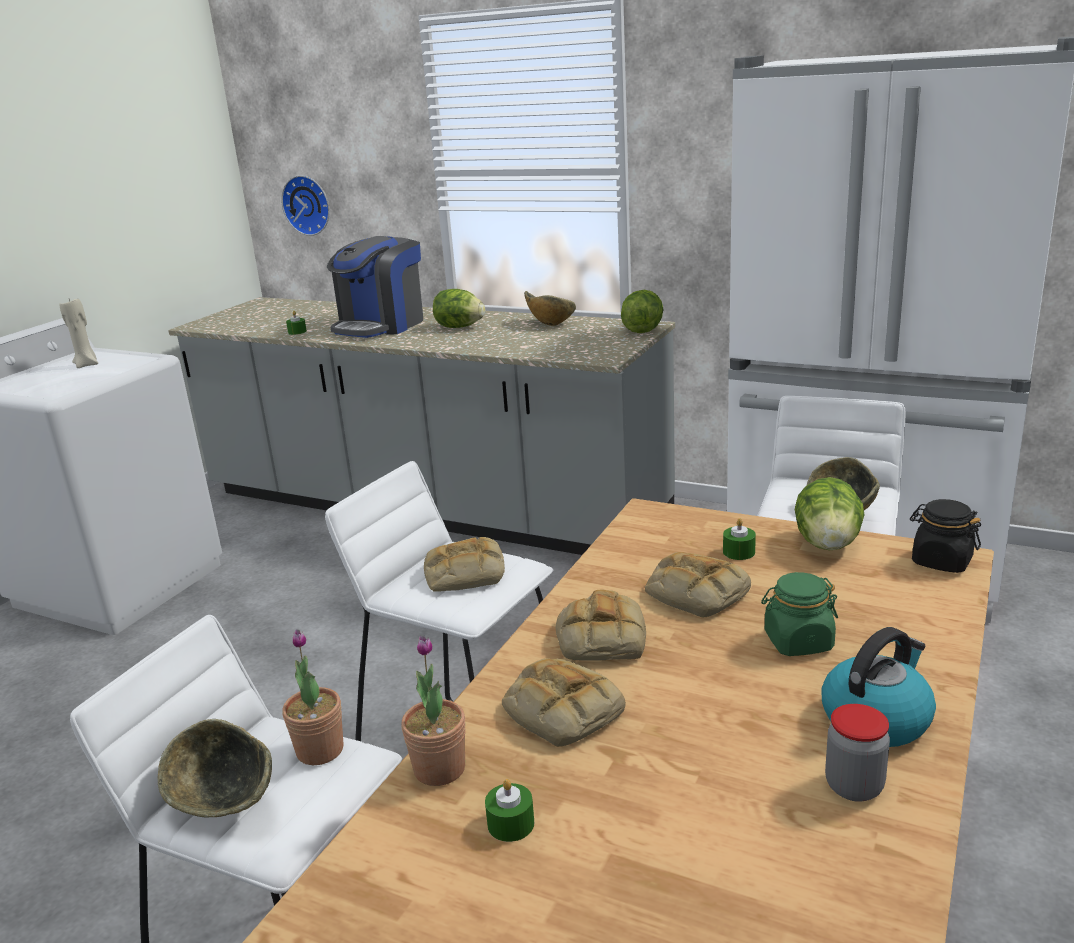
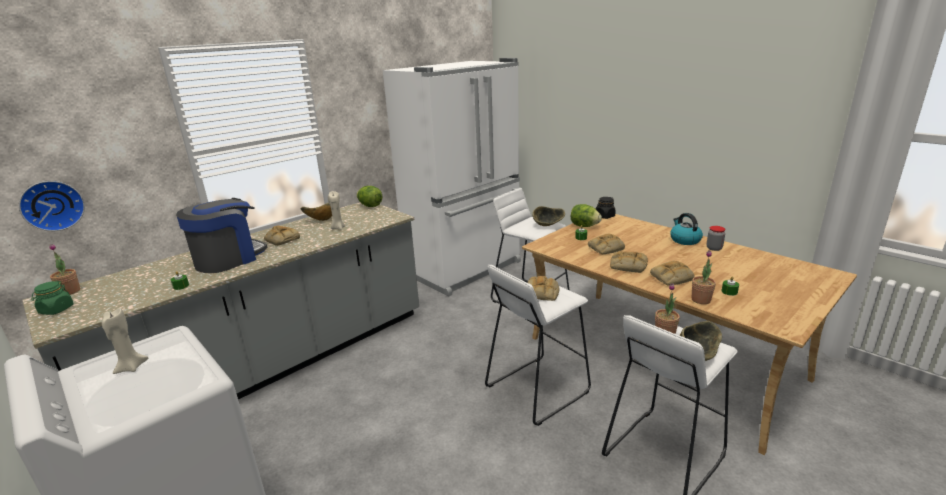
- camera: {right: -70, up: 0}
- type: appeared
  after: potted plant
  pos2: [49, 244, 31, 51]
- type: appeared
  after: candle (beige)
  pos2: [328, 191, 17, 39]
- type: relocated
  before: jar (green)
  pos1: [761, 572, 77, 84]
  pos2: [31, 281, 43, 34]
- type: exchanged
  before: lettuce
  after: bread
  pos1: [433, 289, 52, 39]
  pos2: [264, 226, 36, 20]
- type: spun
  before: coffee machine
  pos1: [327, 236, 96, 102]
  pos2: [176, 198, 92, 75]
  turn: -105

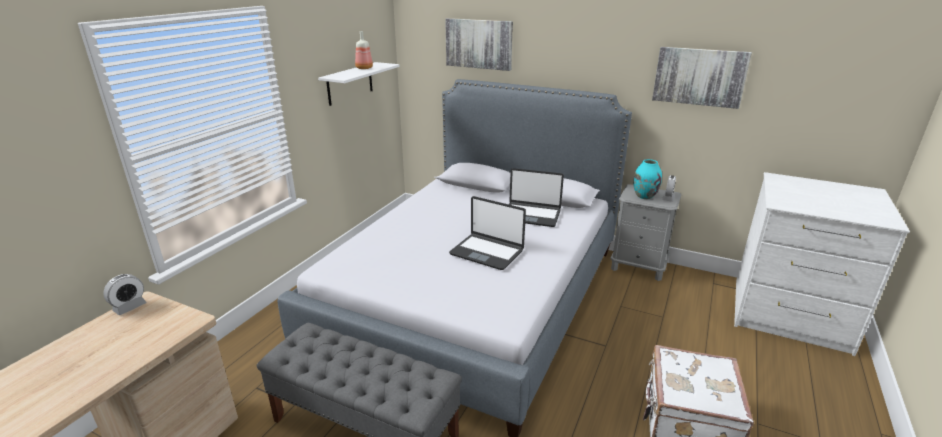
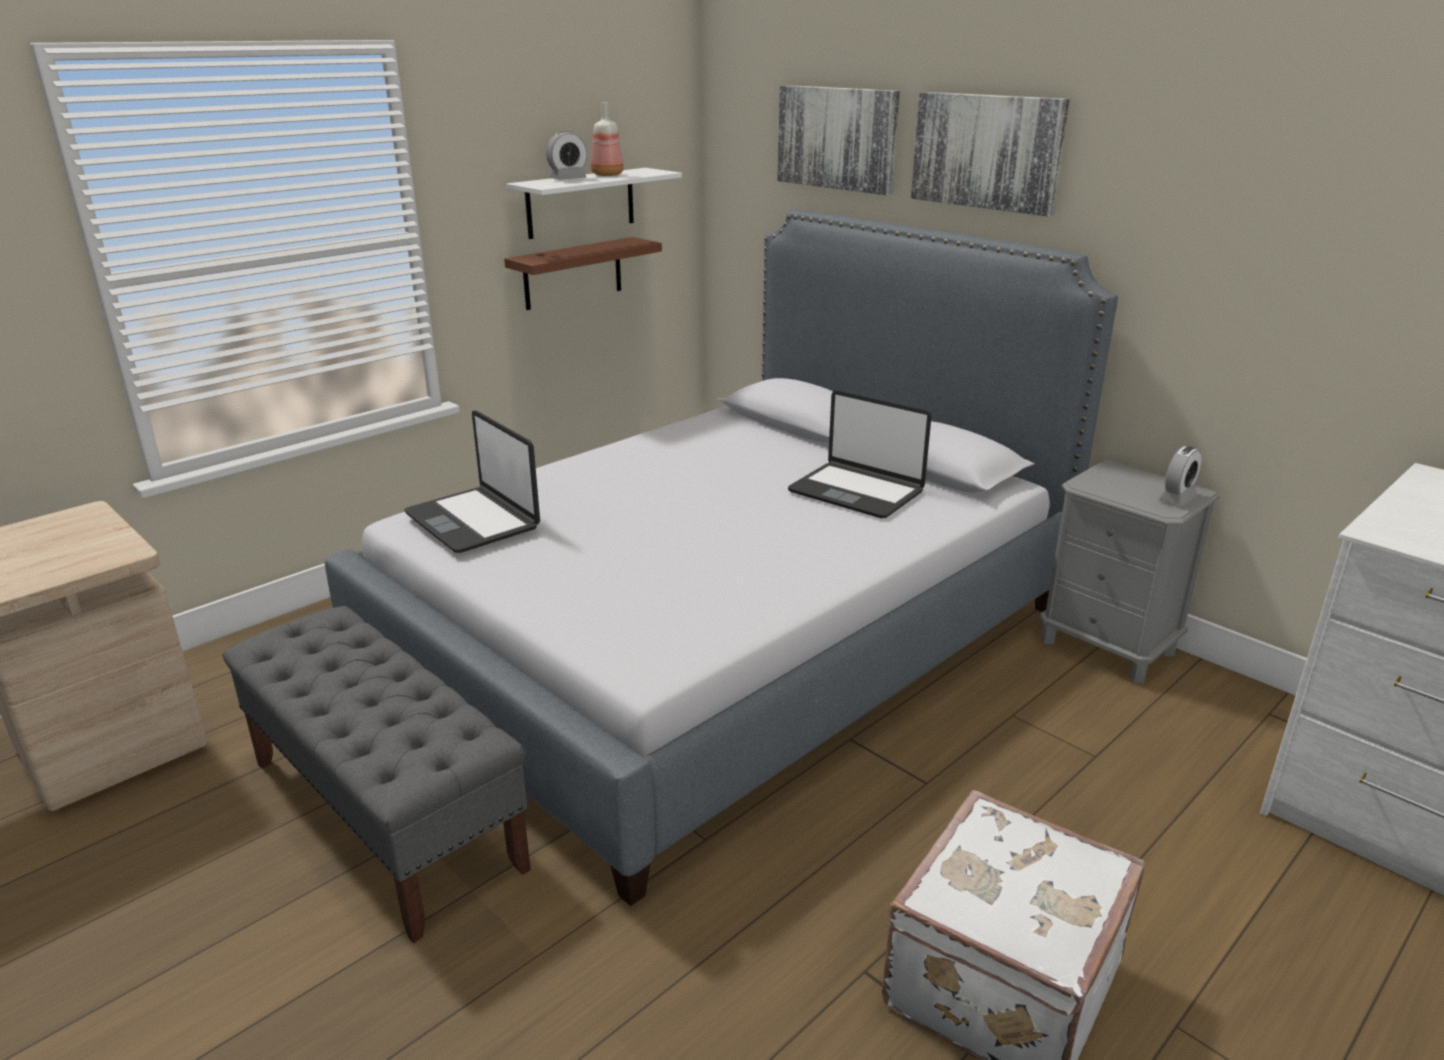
- camera: {right: 20, up: 0}
- type: missing
  before: vase (turquoise)
  pos1: [633, 159, 29, 40]
- type: appeared
  after: shelf (brown)
  pos2: [504, 237, 158, 73]
- type: relocated
  before: alarm clock
  pos1: [103, 274, 44, 41]
  pos2: [546, 131, 41, 49]
- type: relocated
  before: laptop
  pos1: [449, 196, 77, 74]
  pos2: [404, 410, 136, 143]
- type: relocated
  before: picture
  pos1: [652, 47, 100, 62]
  pos2: [911, 92, 159, 124]

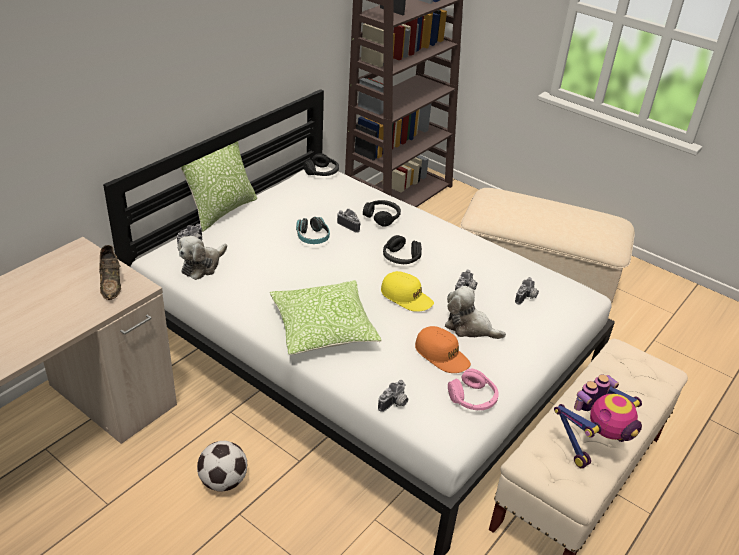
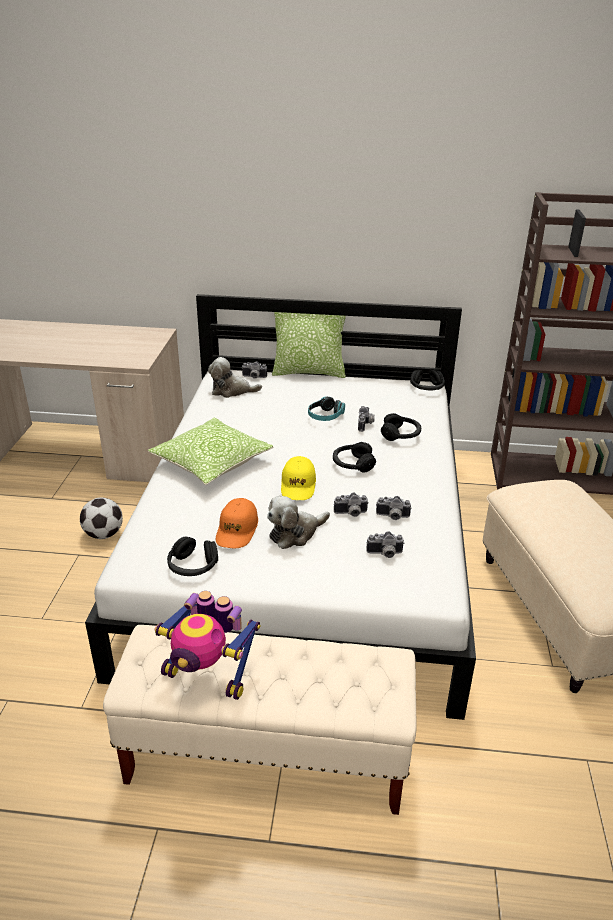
- camera: {right: 60, up: -5}
- type: missing
  before: shoe (brown)
  pos1: [99, 245, 22, 55]
- type: relocated
  before: photo camera
  pos1: [378, 380, 30, 32]
  pos2: [376, 496, 35, 24]
- type: colour
  before: headphones (pink)
  after: headphones (black)
  pos1: [448, 369, 51, 41]
  pos2: [167, 536, 51, 40]
- type: spun
  before: plush toy
  pos1: [445, 286, 61, 53]
  pos2: [267, 496, 63, 53]
  turn: -120

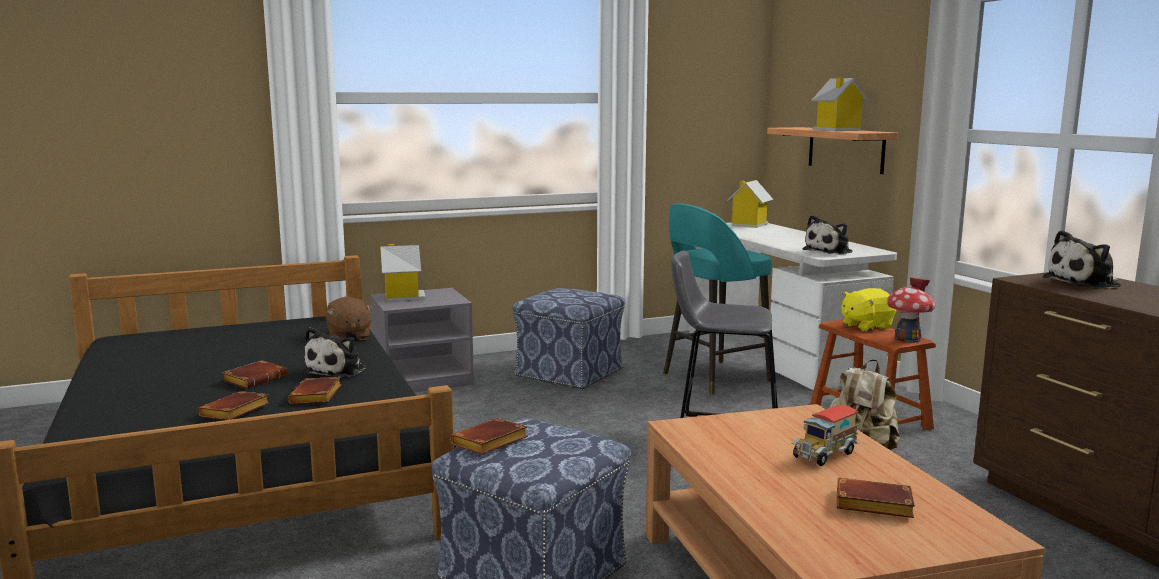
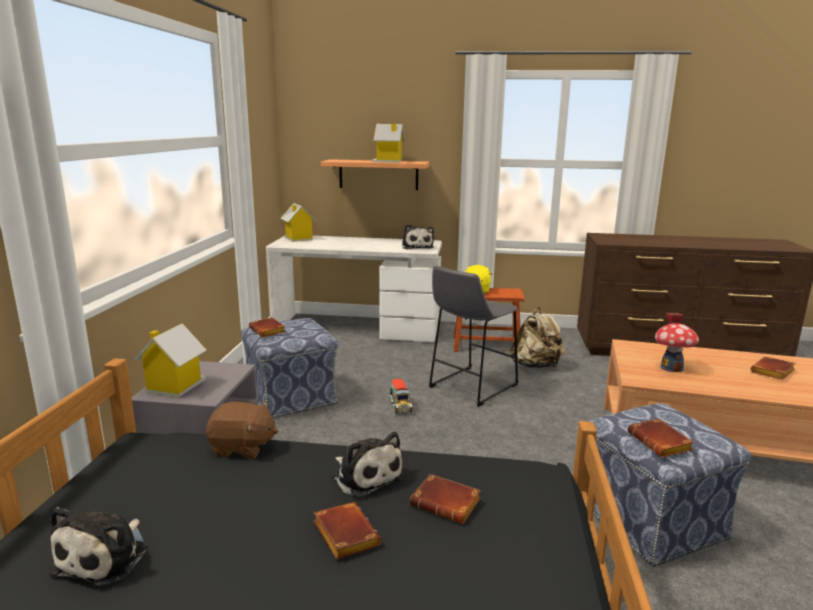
- camera: {right: -60, up: 5}
- type: missing
  before: stool (turquoise)
  pos1: [663, 203, 109, 192]
- type: relocated
  before: book (brown)
  pos1: [198, 391, 71, 29]
  pos2: [249, 317, 37, 20]
- type: relocated
  before: toy truck
  pos1: [792, 405, 67, 61]
  pos2: [389, 379, 23, 35]
- type: relocated
  before: toy house
  pos1: [887, 277, 48, 66]
  pos2: [655, 313, 44, 59]
- type: relocated
  before: plush toy
  pos1: [1043, 230, 78, 58]
  pos2: [49, 507, 98, 80]

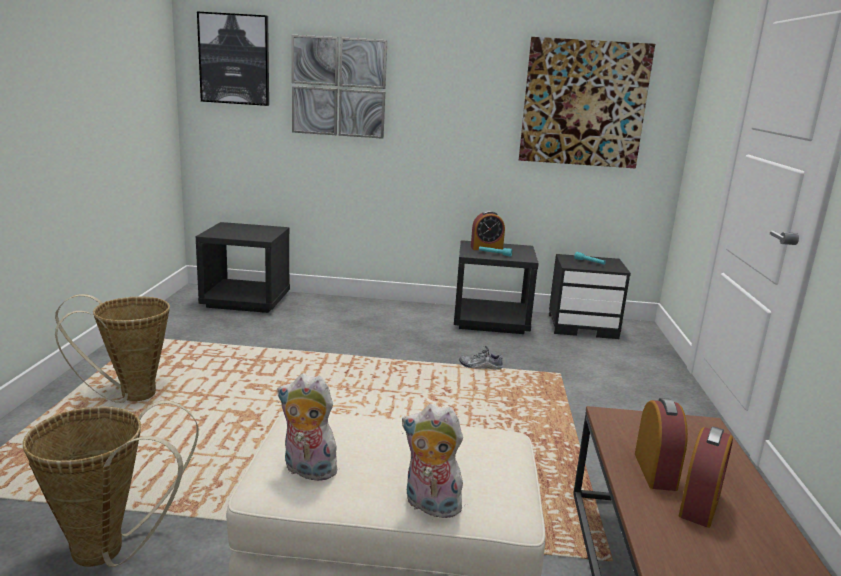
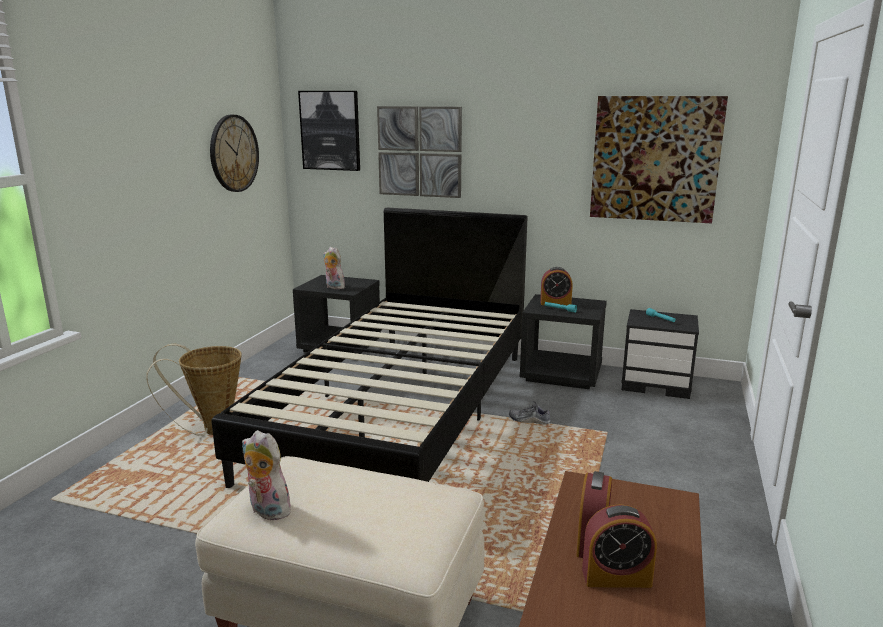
- camera: {right: 15, up: 0}
- type: missing
  before: basket
  pos1: [23, 400, 175, 167]
- type: appeared
  after: wall clock
  pos2: [210, 115, 49, 77]
- type: appeared
  after: bed (black)
  pos2: [211, 208, 316, 280]
- type: relocated
  before: plush toy
  pos1: [402, 404, 63, 114]
  pos2: [323, 247, 22, 42]
- type: spun
  before: alarm clock
  pos1: [679, 427, 54, 101]
  pos2: [582, 504, 75, 84]
  turn: 45

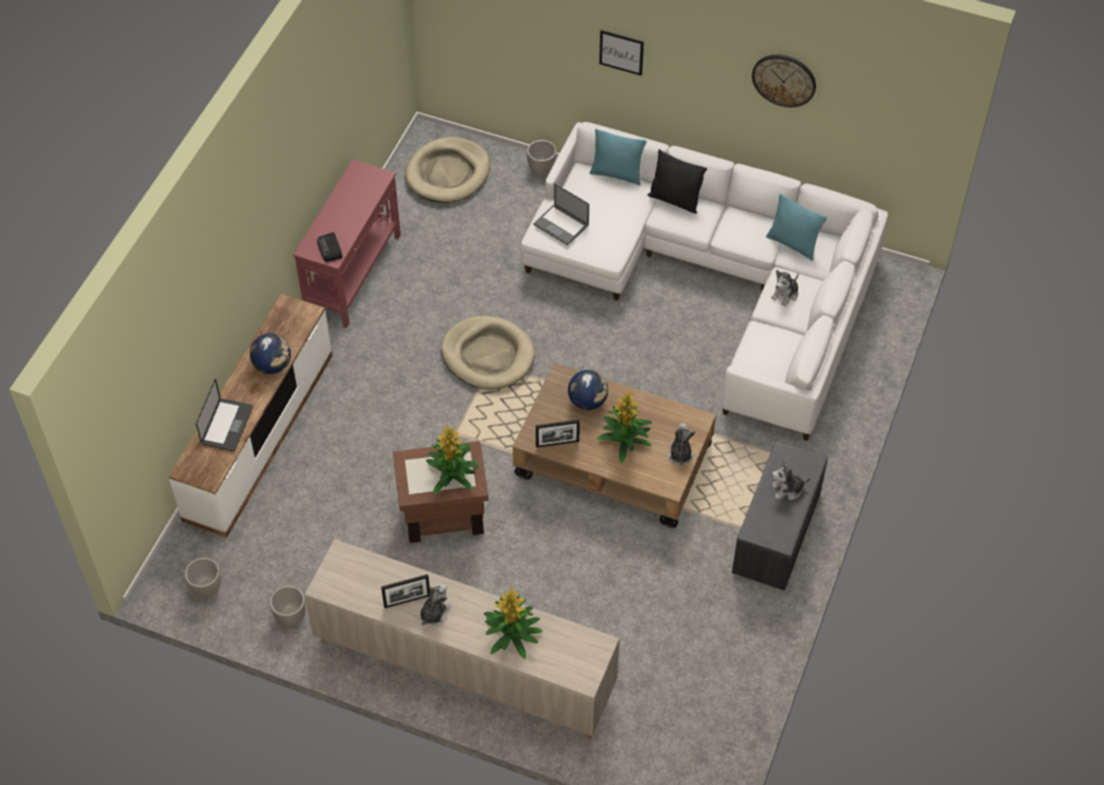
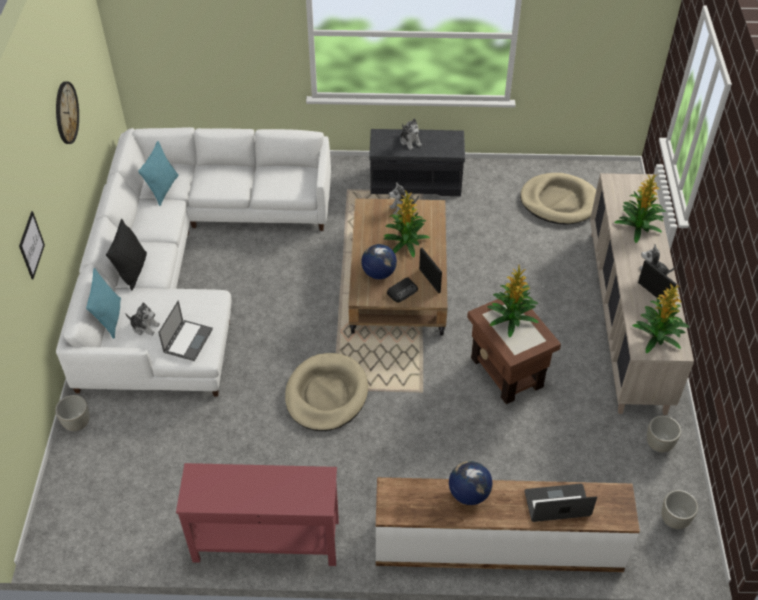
- camera: {right: -110, up: -5}
- type: appeared
  after: potted plant
  pos2: [632, 283, 57, 70]
- type: relocated
  before: radio
  pos1: [317, 232, 25, 29]
  pos2: [387, 277, 31, 26]
- type: relocated
  before: dog bed (beige)
  pos1: [405, 137, 85, 66]
  pos2: [520, 173, 76, 51]
- type: relocated
  before: plush toy
  pos1: [771, 270, 27, 37]
  pos2: [125, 302, 35, 34]

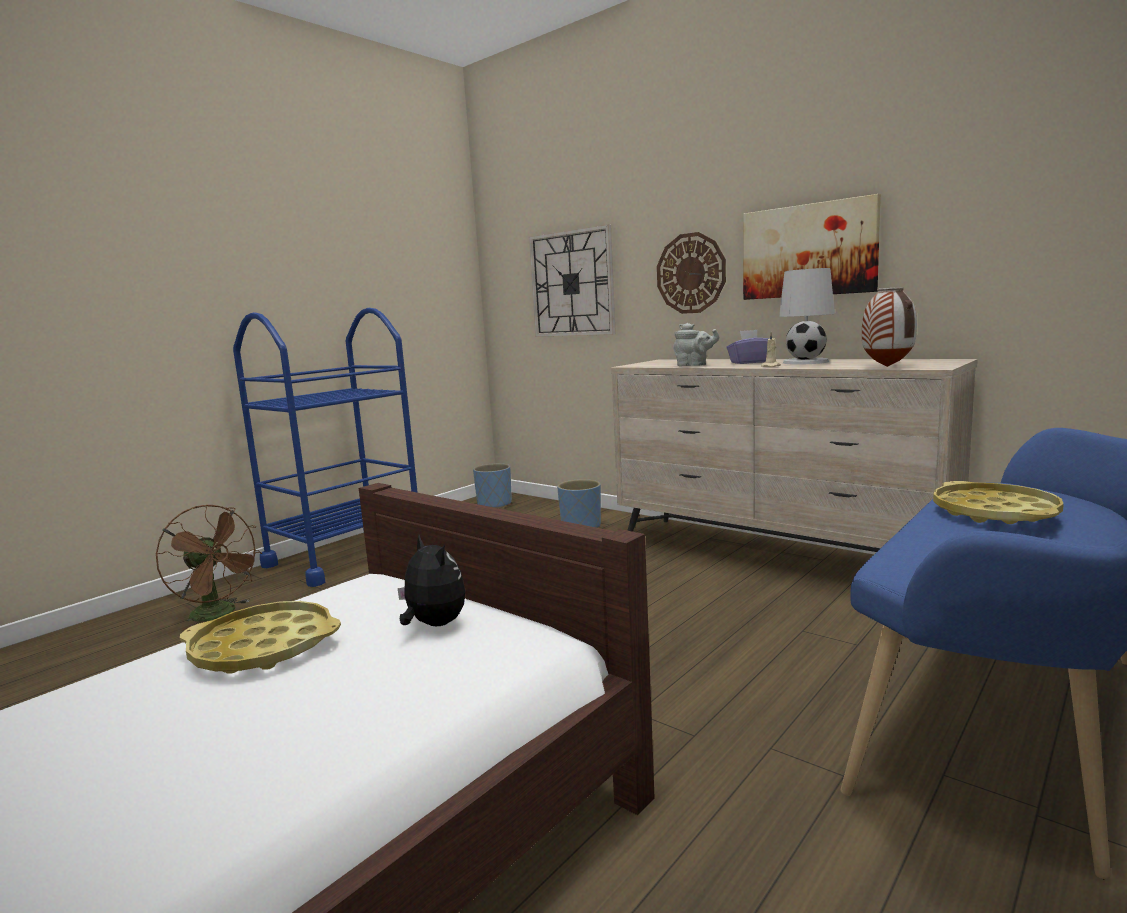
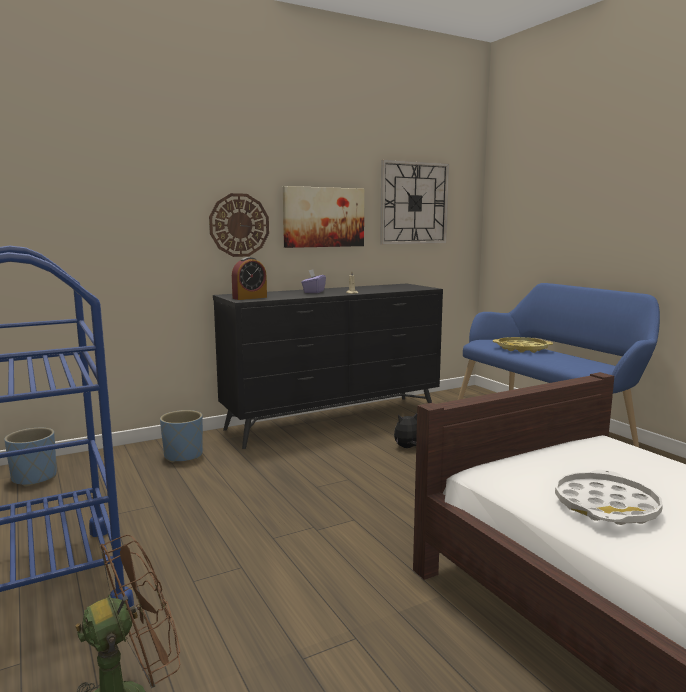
- camera: {right: -70, up: 0}
- type: missing
  before: teapot (grey)
  pos1: [673, 323, 46, 43]
- type: missing
  before: table lamp (white)
  pos1: [779, 268, 56, 97]
- type: missing
  before: vase
  pos1: [862, 287, 55, 80]
- type: appeared
  after: alarm clock
  pos2: [232, 257, 35, 43]
- type: relocated
  before: plush toy
  pos1: [397, 535, 68, 91]
  pos2: [394, 413, 23, 35]
- type: relocated
  before: wall clock
  pos1: [529, 224, 87, 113]
  pos2: [380, 160, 69, 85]
- type: colour
  before: tray (yellow)
  after: tray (white)
  pos1: [180, 601, 161, 73]
  pos2: [555, 470, 108, 55]
- type: colour
  before: dresser (beige)
  after: dresser (black)
  pos1: [611, 359, 367, 193]
  pos2: [213, 284, 230, 165]

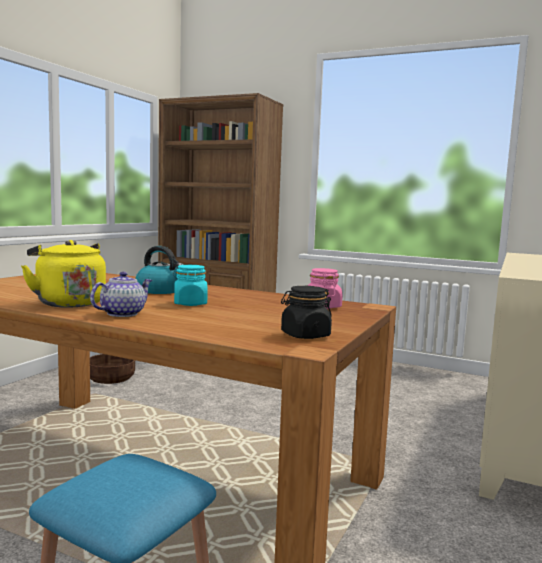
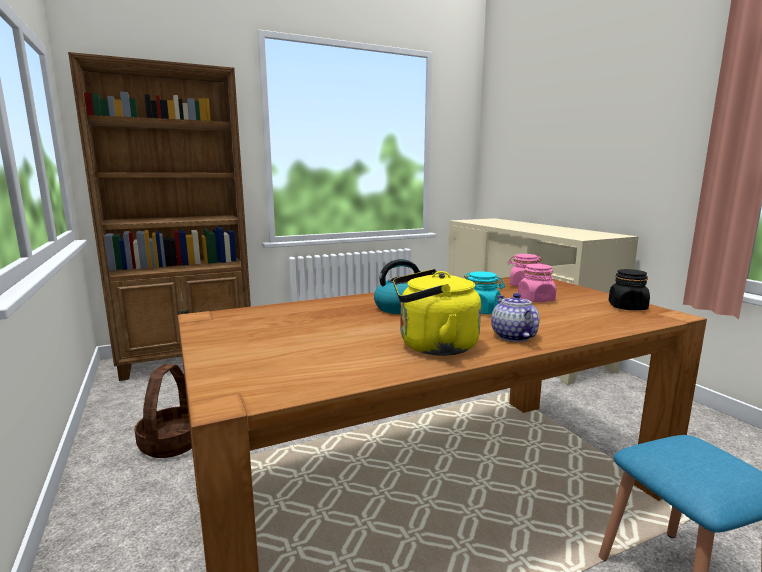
- camera: {right: -50, up: 5}
- type: appeared
  after: jar (pink)
  pos2: [518, 264, 38, 38]

